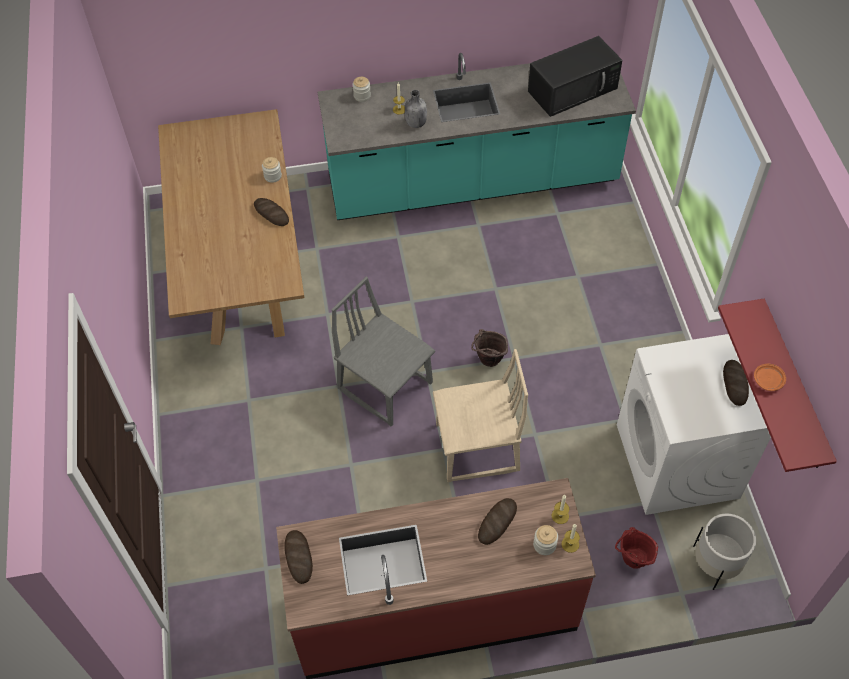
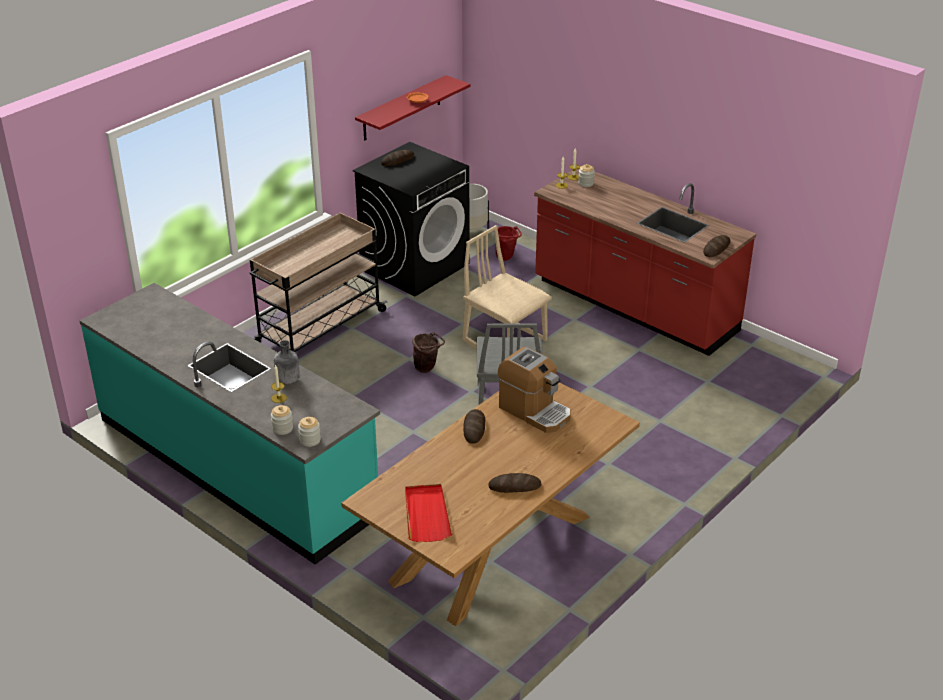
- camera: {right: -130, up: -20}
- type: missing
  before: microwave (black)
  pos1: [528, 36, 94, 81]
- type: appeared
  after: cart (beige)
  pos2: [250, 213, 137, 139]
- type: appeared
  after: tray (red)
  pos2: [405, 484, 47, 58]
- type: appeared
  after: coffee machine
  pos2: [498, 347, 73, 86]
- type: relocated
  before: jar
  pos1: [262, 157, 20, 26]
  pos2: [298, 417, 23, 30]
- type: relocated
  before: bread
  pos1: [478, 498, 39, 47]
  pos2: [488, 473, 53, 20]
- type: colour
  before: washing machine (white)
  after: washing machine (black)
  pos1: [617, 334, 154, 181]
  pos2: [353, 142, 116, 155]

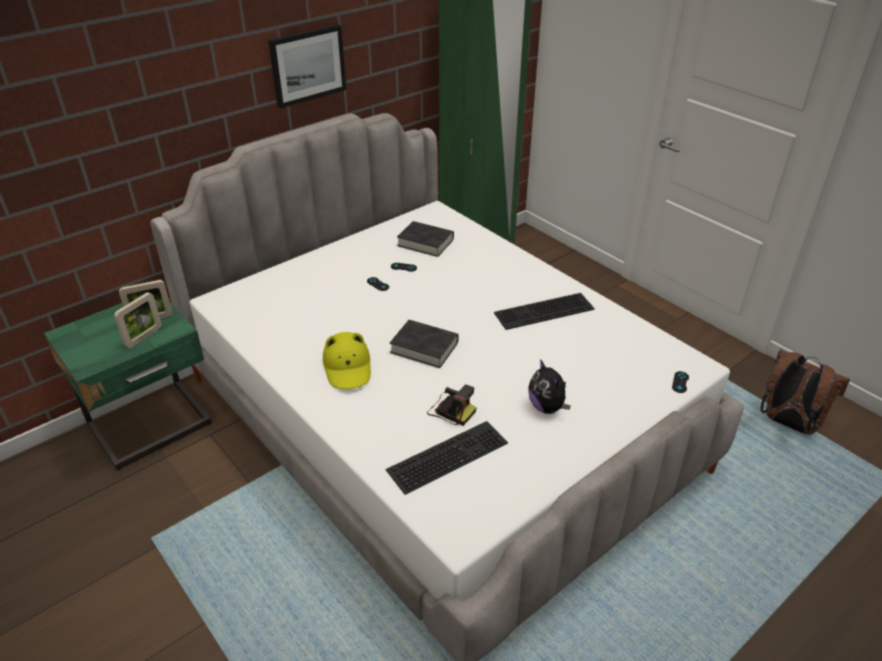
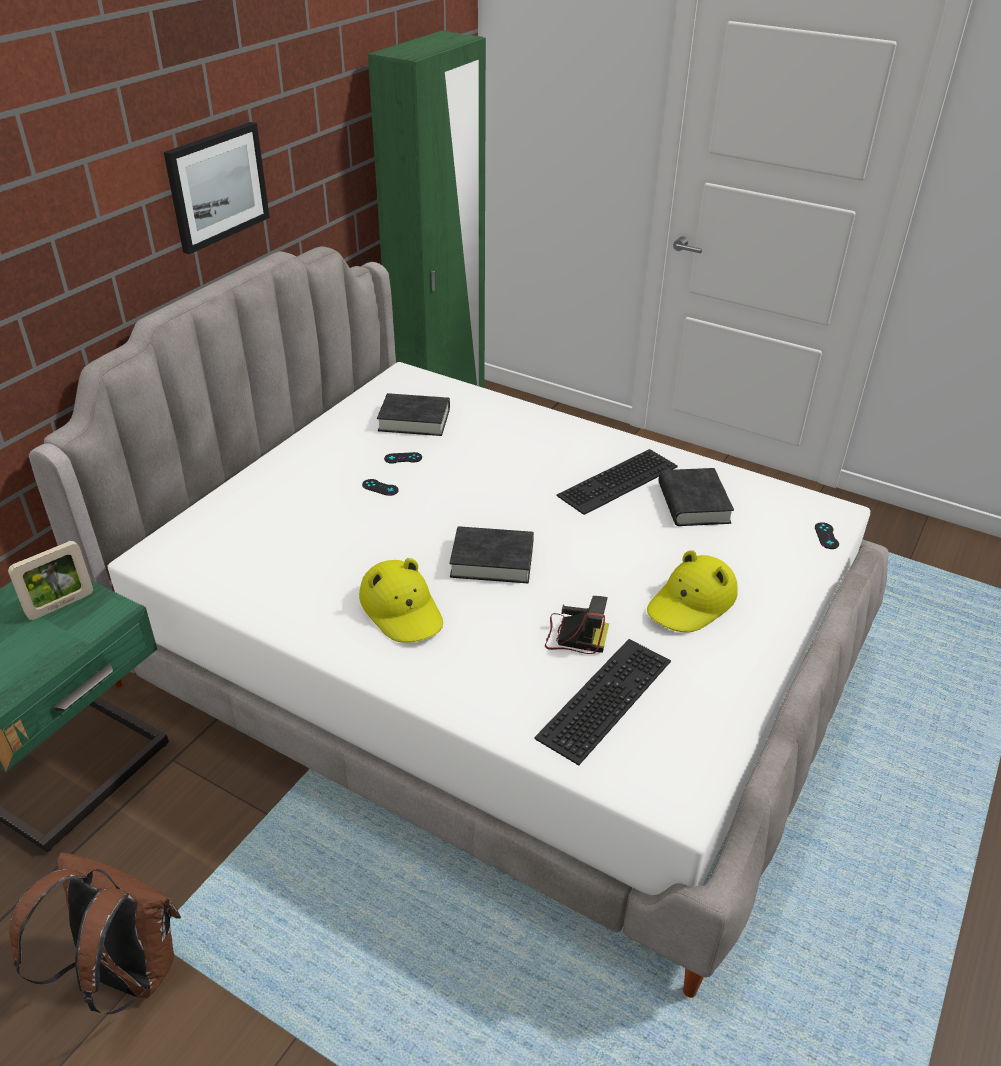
- camera: {right: -20, up: 0}
- type: missing
  before: picture frame
  pos1: [114, 292, 48, 56]
- type: appeared
  after: book (black)
  pos2: [658, 468, 76, 58]
- type: relocated
  before: backpack (brown)
  pos1: [761, 349, 89, 86]
  pos2: [9, 852, 172, 162]
- type: exchanged
  before: plush toy
  after: hat (yellow)
  pos1: [528, 359, 43, 55]
  pos2: [647, 550, 91, 83]

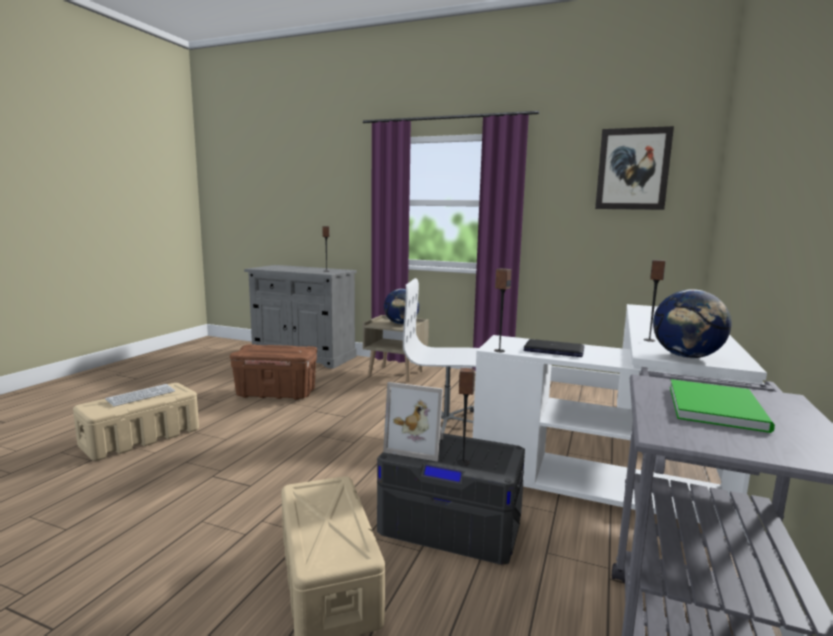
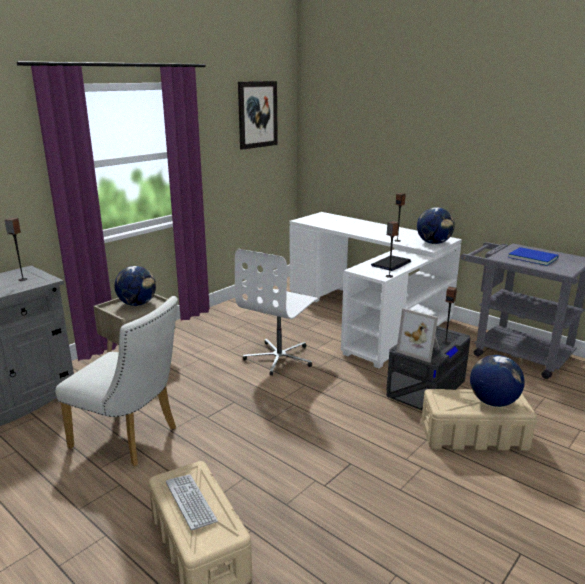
- camera: {right: -70, up: 10}
- type: appeared
  after: globe
  pos2: [470, 355, 54, 52]
- type: exchanged
  before: storage box (brown)
  after: chair (white)
  pos1: [230, 344, 87, 56]
  pos2: [55, 296, 123, 170]
- type: colour
  before: book (green)
  after: book (blue)
  pos1: [670, 379, 105, 54]
  pos2: [508, 247, 51, 19]
- type: spun
  before: picture frame
  pos1: [383, 382, 61, 79]
  pos2: [396, 308, 44, 54]
  turn: 90

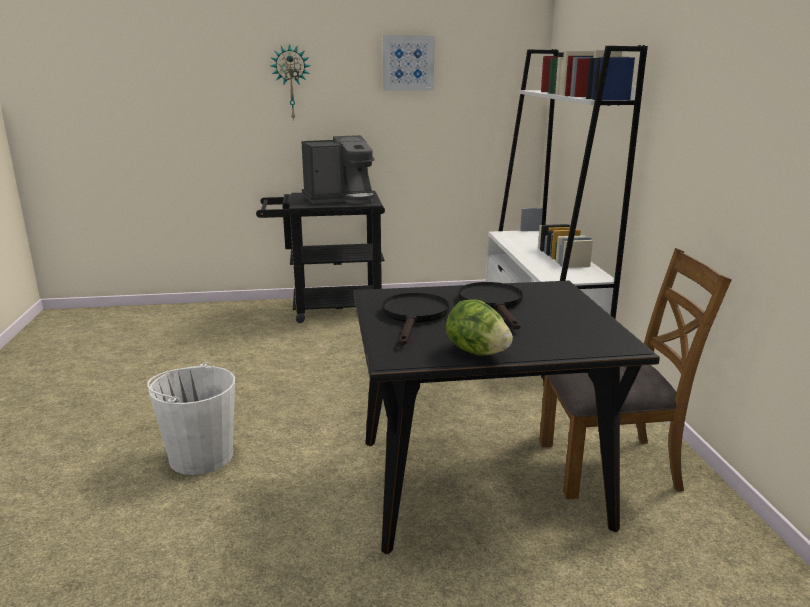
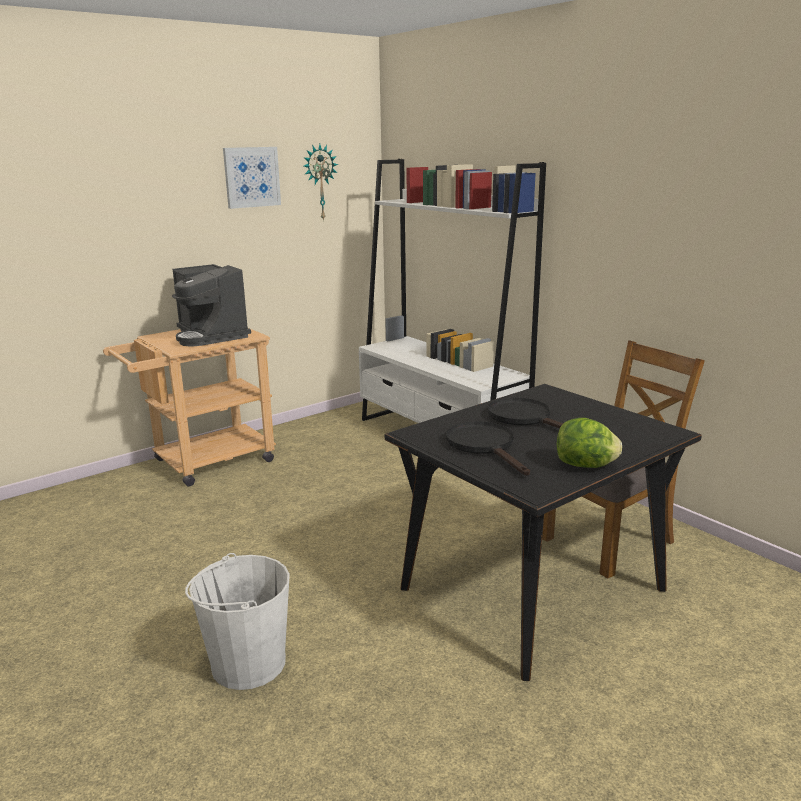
- camera: {right: -30, up: 0}
- type: relocated
  before: wall clock
  pos1: [270, 44, 41, 77]
  pos2: [303, 144, 35, 77]
- type: colour
  before: cart (black)
  after: cart (beige)
  pos1: [256, 191, 129, 132]
  pos2: [103, 328, 173, 158]
- type: spun
  before: coffee machine
  pos1: [301, 135, 74, 69]
  pos2: [172, 264, 79, 82]
  turn: 105

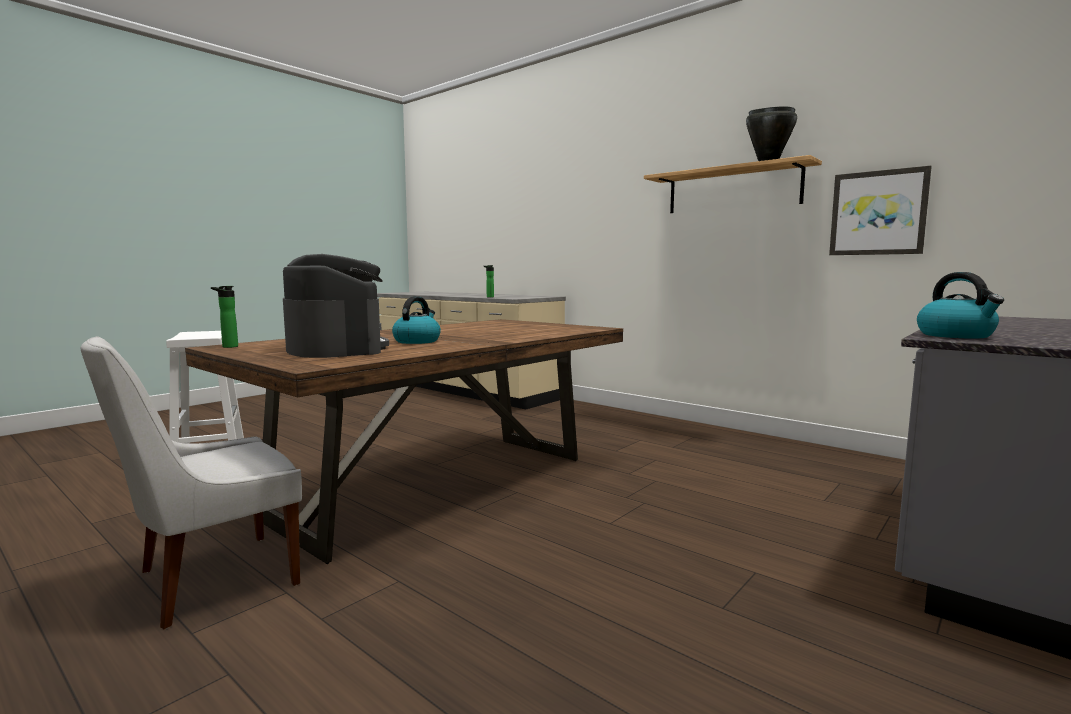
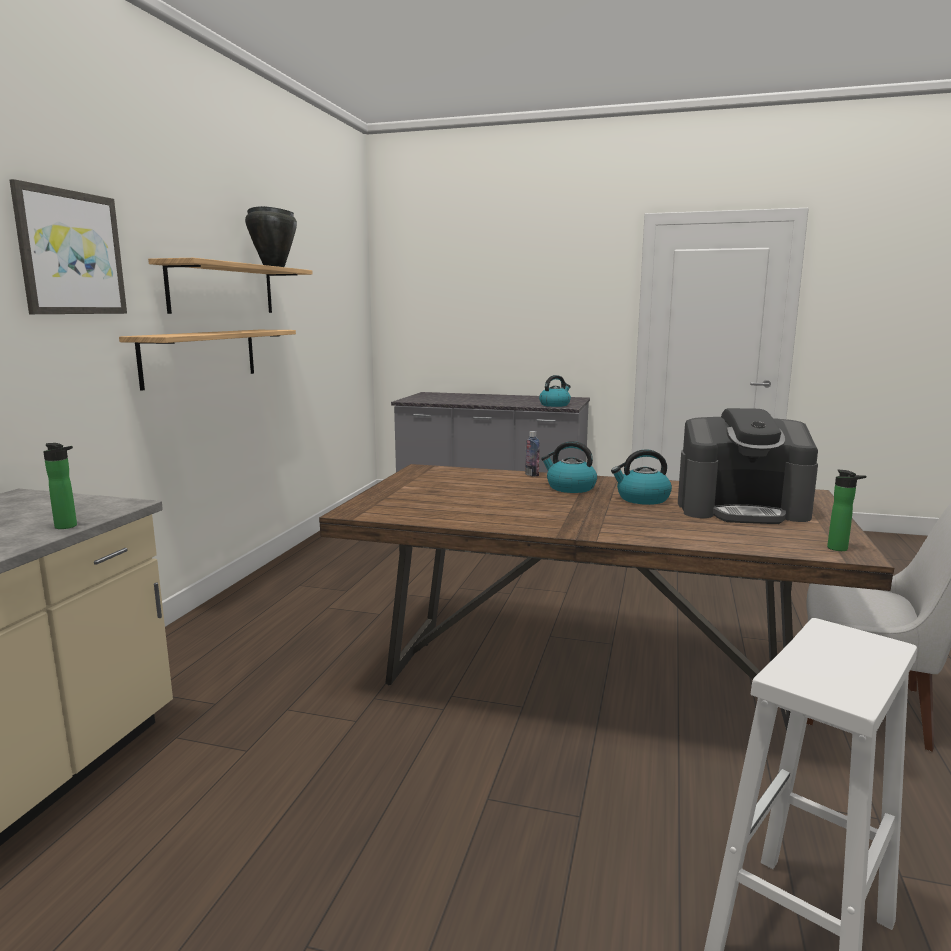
- camera: {right: -115, up: 5}
- type: appeared
  after: shelf
  pos2: [119, 330, 177, 61]
- type: appeared
  after: bottle
  pos2: [525, 431, 15, 46]
- type: appeared
  after: kettle
  pos2: [541, 441, 56, 52]
- type: relocated
  before: picture
  pos1: [829, 166, 103, 89]
  pos2: [9, 179, 118, 135]
- type: spun
  before: coffee machine
  pos1: [283, 254, 106, 104]
  pos2: [678, 408, 140, 116]
  turn: -120

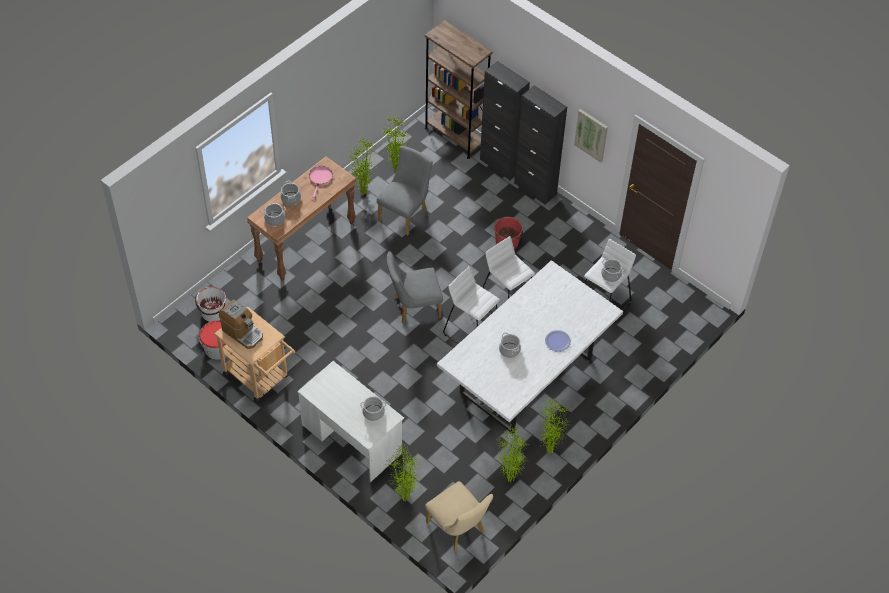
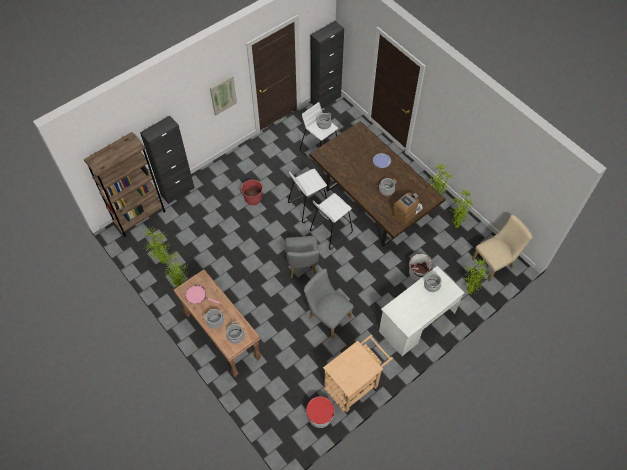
- camera: {right: -80, up: 5}
- type: relocated
  before: bucket (white)
  pos1: [195, 287, 31, 35]
  pos2: [409, 254, 23, 27]
- type: relocated
  before: coffee machine
  pos1: [219, 299, 44, 50]
  pos2: [393, 192, 30, 33]
- type: relocated
  before: chair (grey)
  pos1: [377, 146, 56, 89]
  pos2: [304, 269, 50, 70]
- type: relocated
  before: cabinet (black)
  pos1: [514, 85, 53, 120]
  pos2: [311, 21, 33, 88]
- type: colour
  before: dining table (white)
  after: dining table (brown)
  pos1: [437, 260, 186, 173]
  pos2: [309, 121, 136, 126]

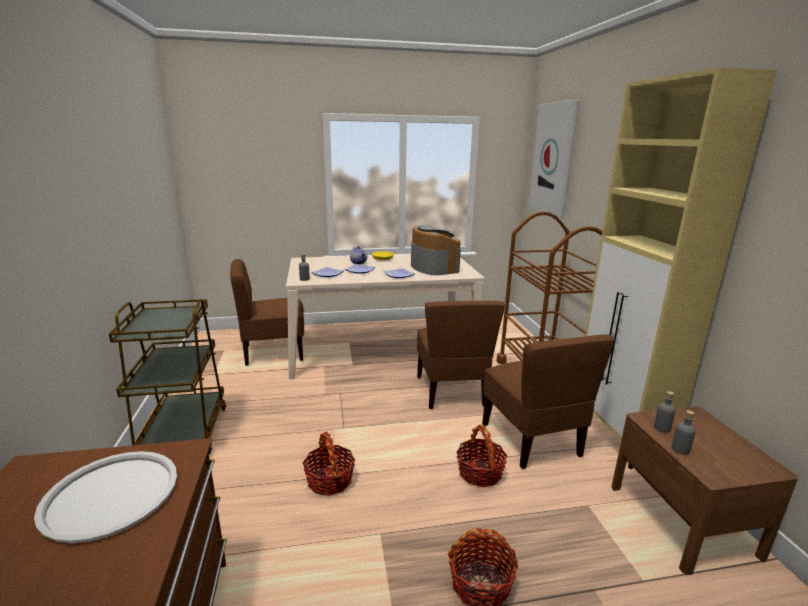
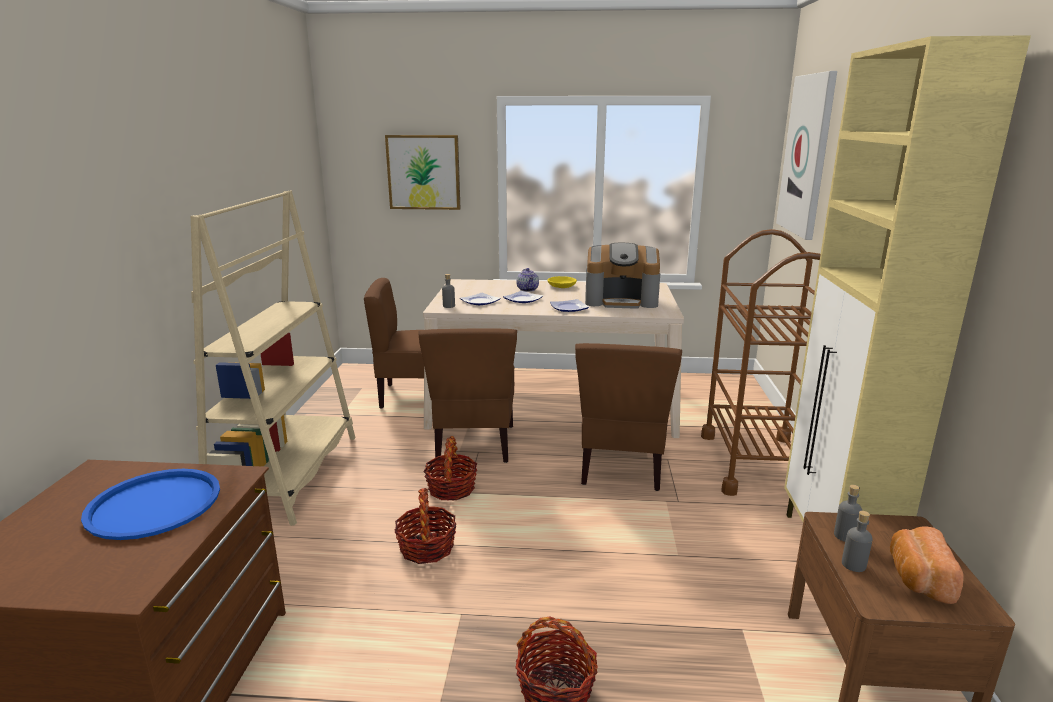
- camera: {right: 15, up: 0}
- type: appeared
  after: picture
  pos2: [385, 135, 76, 75]
- type: appeared
  after: bread
  pos2: [890, 527, 73, 77]
- type: relocated
  before: basket
  pos1: [456, 425, 51, 62]
  pos2: [423, 436, 54, 65]
- type: relocated
  before: chair (brown)
  pos1: [482, 335, 133, 134]
  pos2: [418, 329, 99, 134]
- type: exchanged
  before: cart (brown)
  after: bookcase (beige)
  pos1: [109, 299, 118, 155]
  pos2: [191, 190, 165, 336]
- type: colour
  before: tray (white)
  after: tray (blue)
  pos1: [34, 451, 143, 92]
  pos2: [81, 469, 139, 71]
- type: spun
  before: coffee machine
  pos1: [411, 225, 50, 50]
  pos2: [585, 243, 75, 66]
  turn: 105

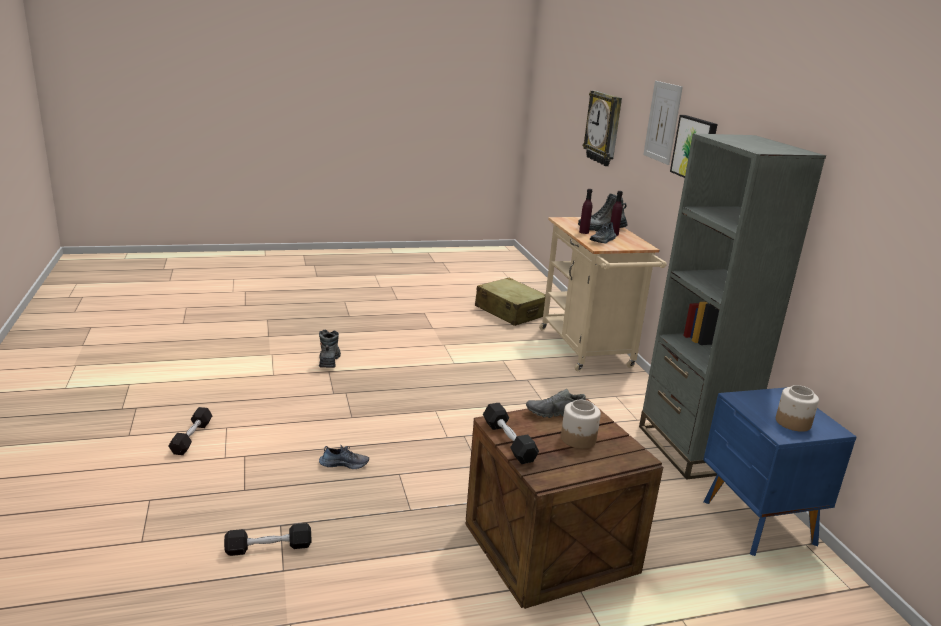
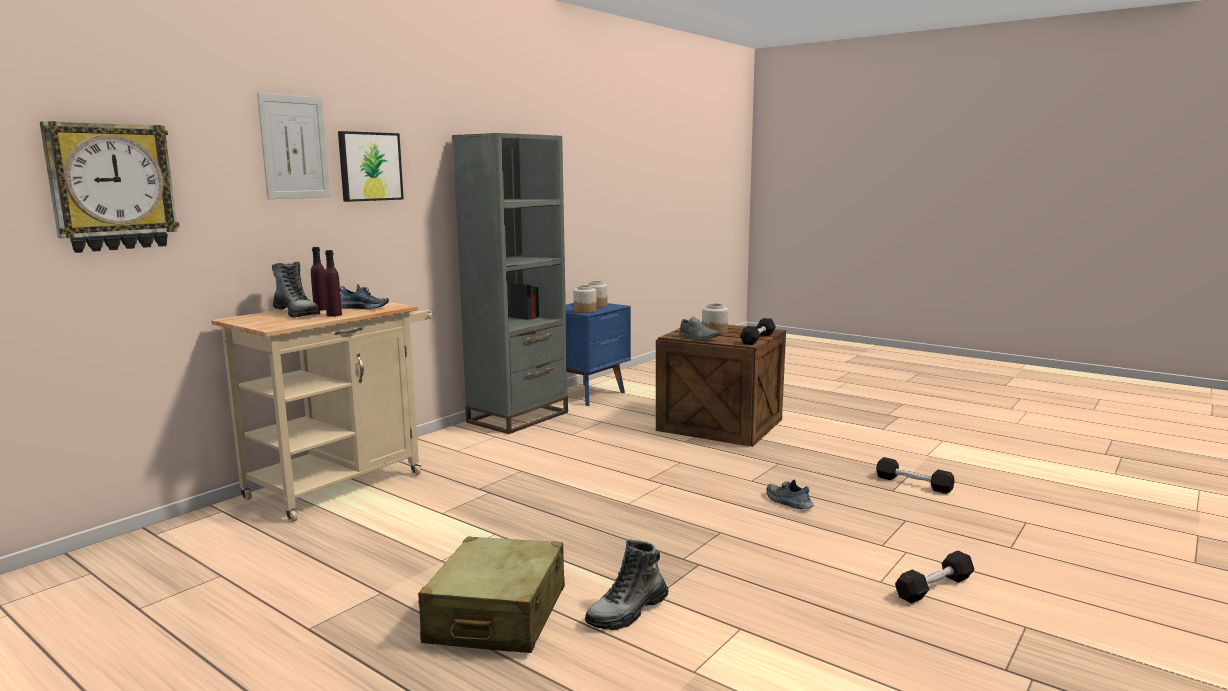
- camera: {right: -125, up: -10}
- type: appeared
  after: jar
  pos2: [573, 285, 24, 28]
- type: relocated
  before: suitcase (beige)
  pos1: [475, 277, 71, 49]
  pos2: [418, 537, 147, 116]

